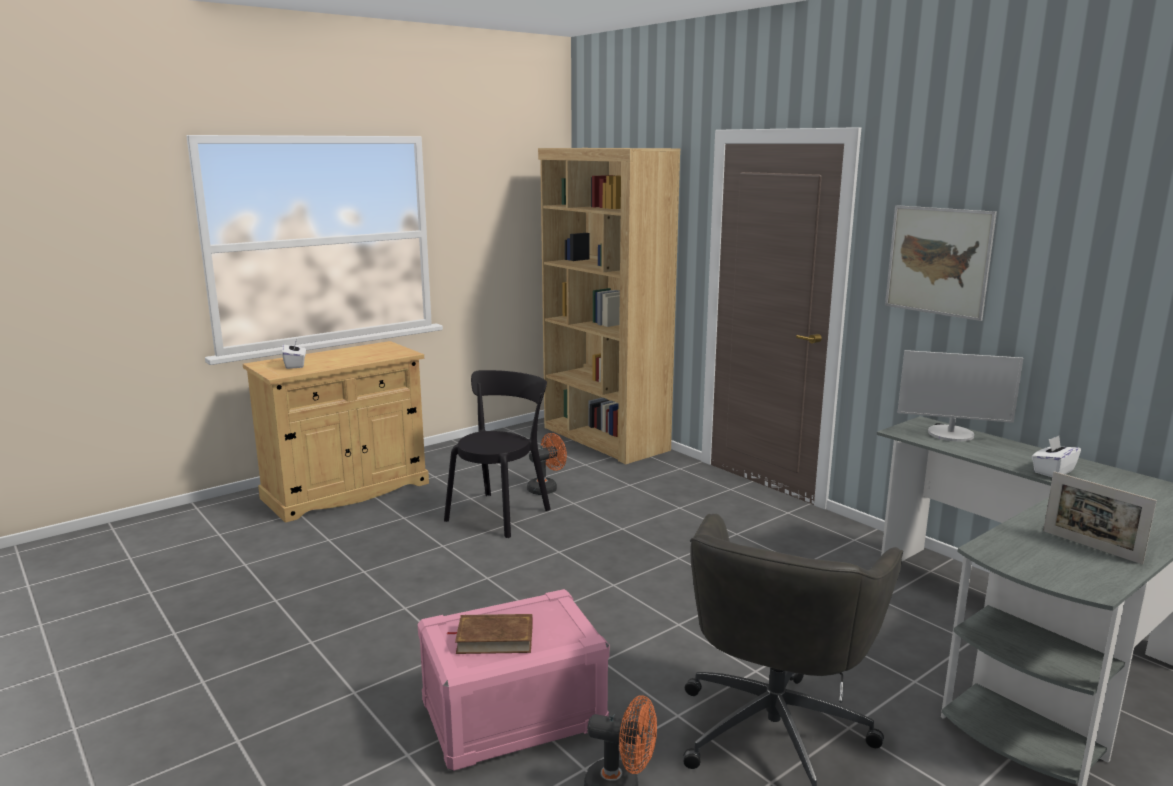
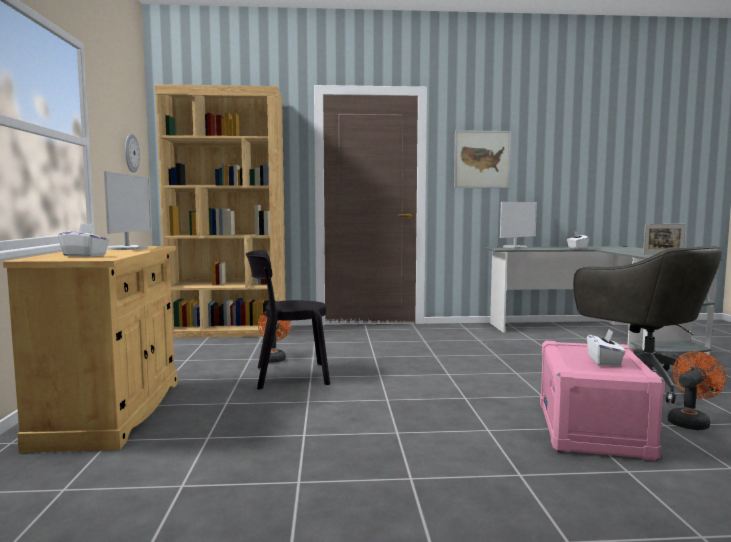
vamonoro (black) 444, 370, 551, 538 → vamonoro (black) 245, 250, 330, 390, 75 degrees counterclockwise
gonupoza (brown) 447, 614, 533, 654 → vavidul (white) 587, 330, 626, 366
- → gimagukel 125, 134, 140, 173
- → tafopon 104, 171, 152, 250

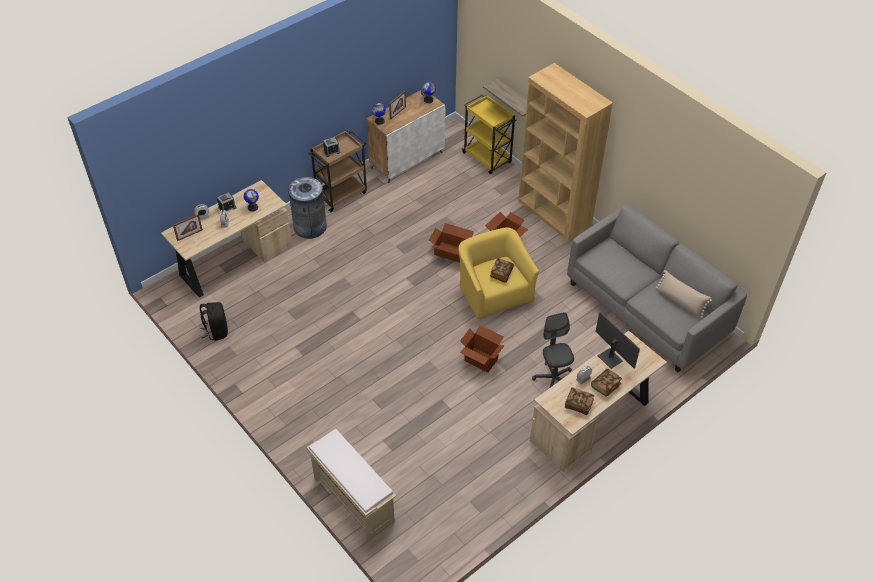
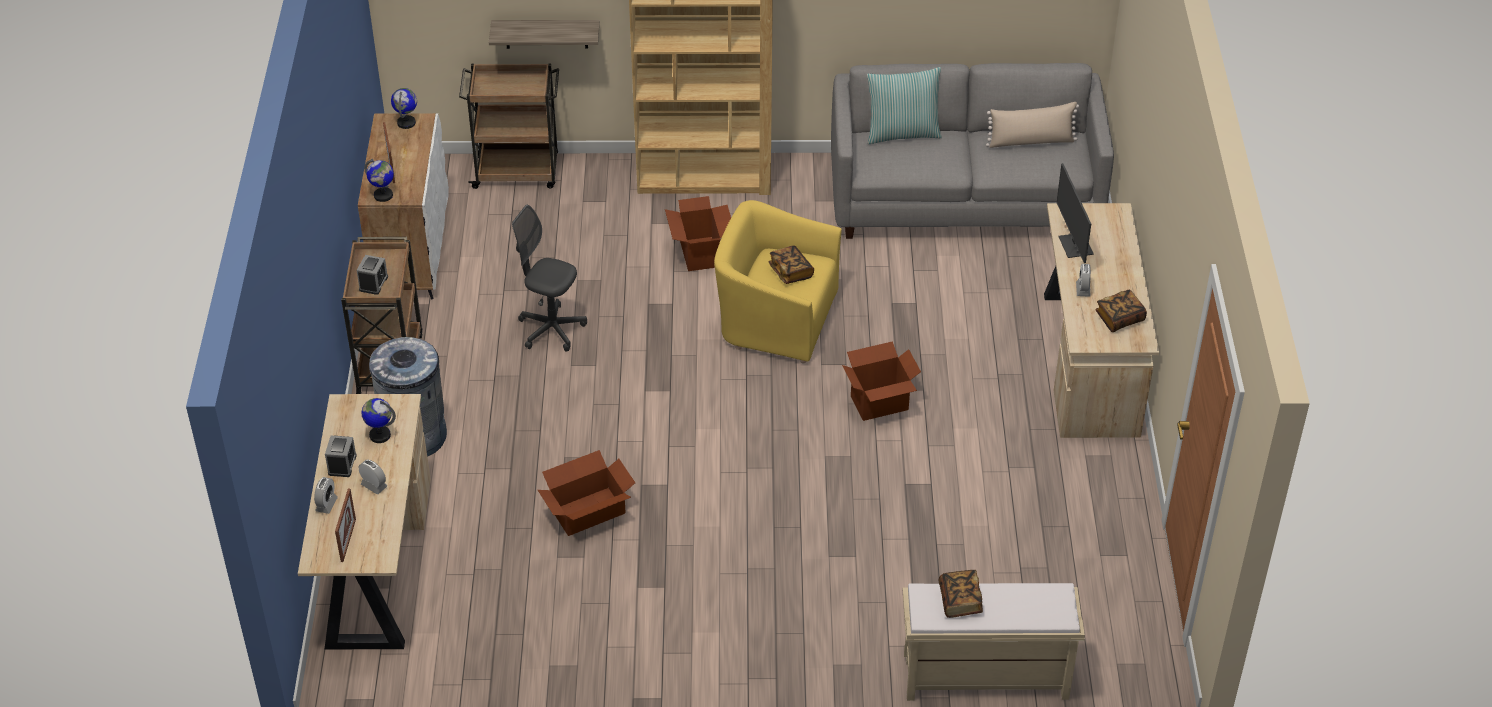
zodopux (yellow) 462, 94, 517, 174 → zodopux (brown) 459, 64, 559, 189
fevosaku 429, 223, 474, 263 → fevosaku 538, 450, 635, 536, moved
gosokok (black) 200, 302, 228, 341 → -
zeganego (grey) 532, 312, 574, 388 → zeganego (grey) 512, 205, 587, 352, moved
tafopon 595, 312, 640, 369 → tafopon 1056, 163, 1094, 263, 105 degrees counterclockwise
gonupoza 591, 369, 622, 397 → gonupoza 939, 570, 983, 618, moved
- → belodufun 867, 67, 942, 144

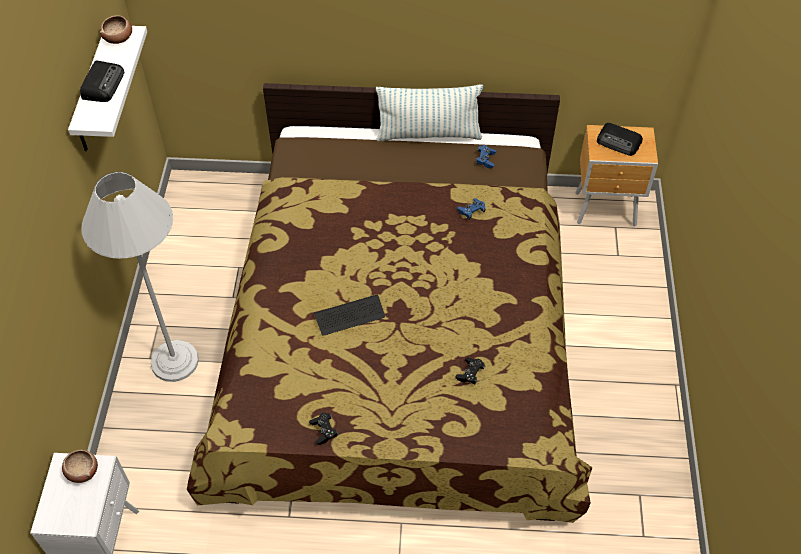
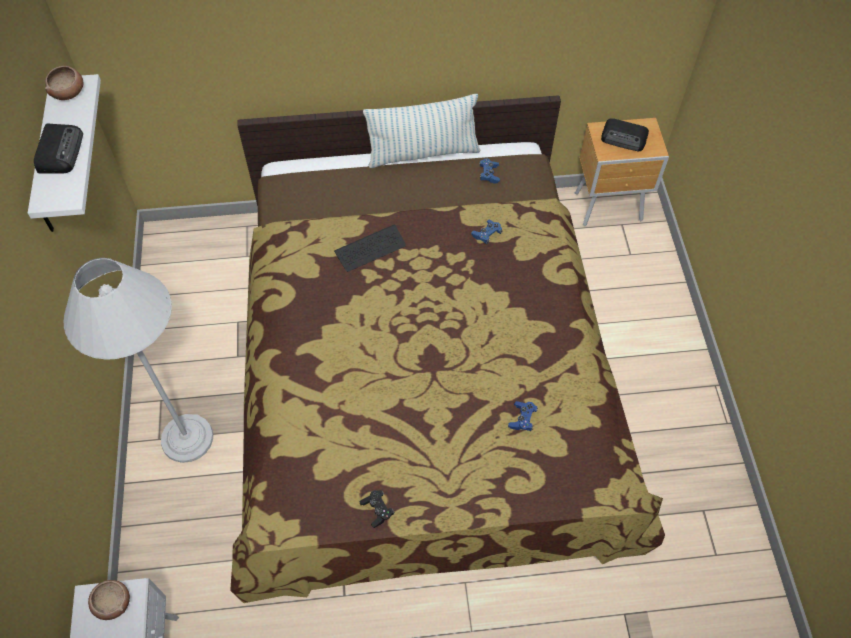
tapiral 314, 295, 385, 336 → tapiral 334, 225, 406, 272, moved
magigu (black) 455, 357, 486, 385 → magigu (blue) 508, 401, 538, 431

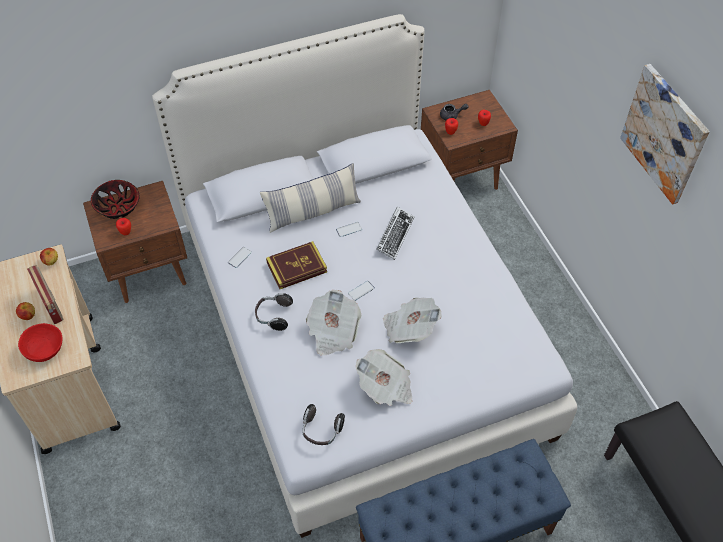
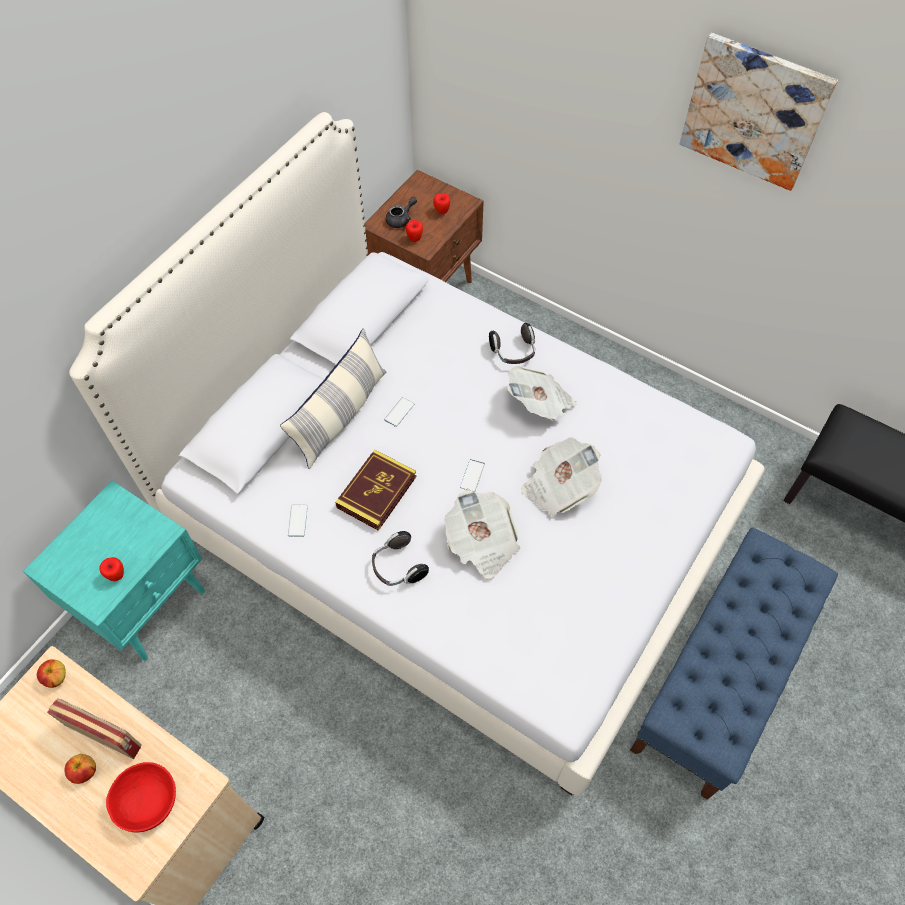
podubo 91, 180, 140, 219 → -
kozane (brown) 83, 181, 187, 303 → kozane (turquoise) 23, 481, 205, 661
tapiral 377, 207, 414, 260 → -
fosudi 356, 349, 412, 406 → fosudi 506, 366, 577, 420, moved
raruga 302, 404, 345, 445 → raruga 489, 323, 535, 364, moved

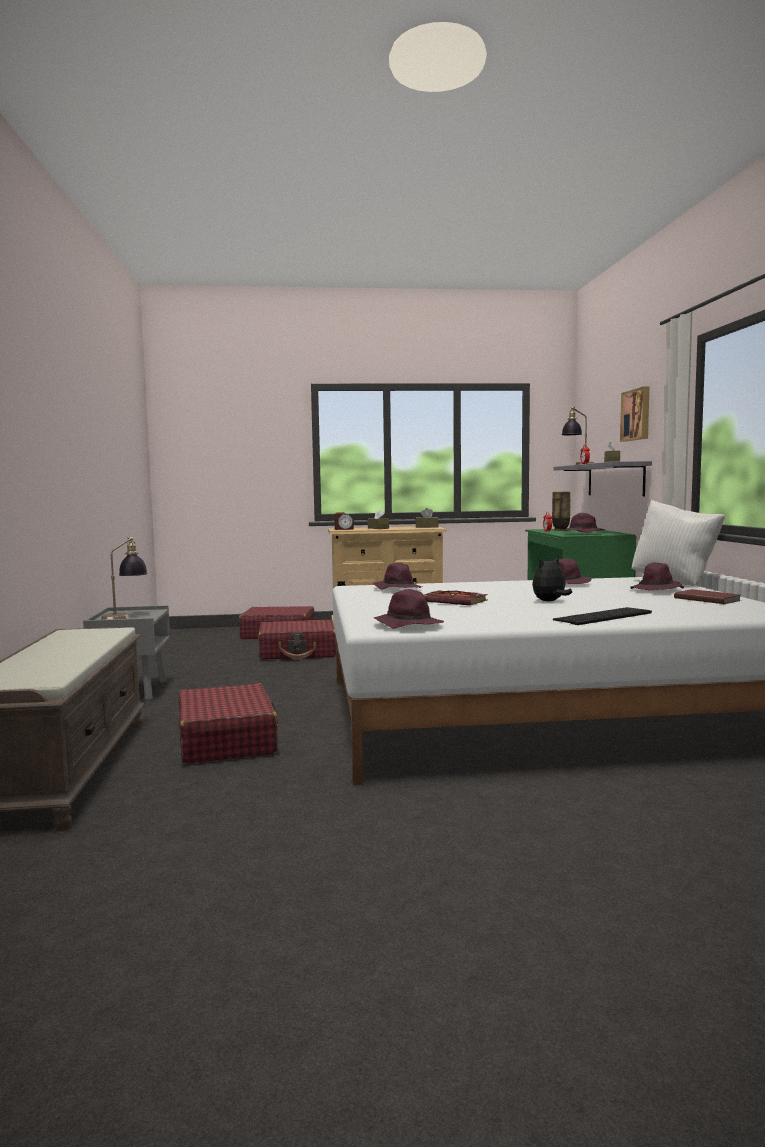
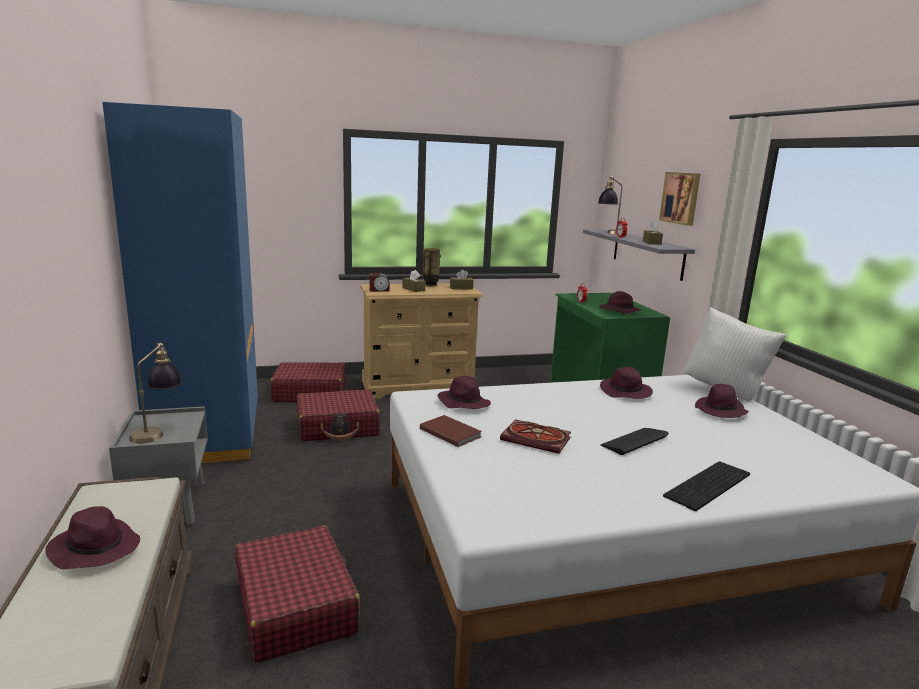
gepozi 552, 491, 571, 531 → gepozi 423, 248, 441, 286, moved
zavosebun 532, 557, 572, 602 → tapiral 600, 428, 669, 455
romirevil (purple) 374, 589, 444, 628 → romirevil (purple) 45, 506, 140, 569, moved
gonupoza (brown) 674, 589, 741, 604 → gonupoza (brown) 420, 415, 482, 447, moved
- → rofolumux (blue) 102, 102, 258, 463

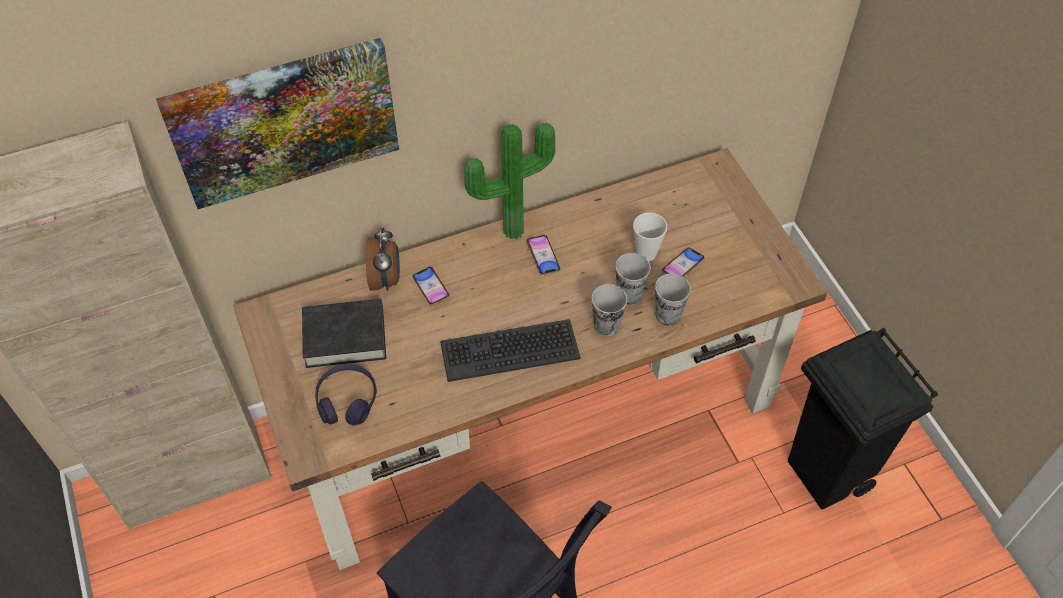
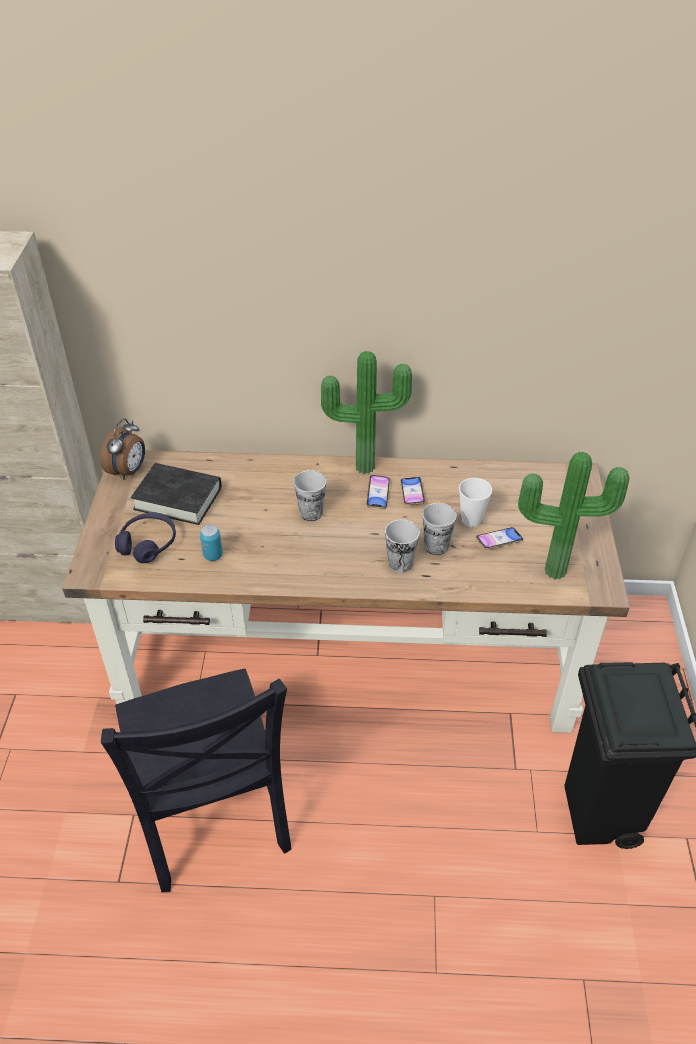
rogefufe 156, 38, 399, 209 → -
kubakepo 366, 227, 400, 291 → kubakepo 100, 419, 145, 480, moved
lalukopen 412, 267, 450, 306 → lalukopen 400, 477, 425, 505, moved
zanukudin 655, 274, 691, 326 → zanukudin 294, 470, 326, 521, moved
tapiral 440, 319, 581, 382 → -
- → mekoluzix 518, 452, 630, 579
- → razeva 200, 525, 223, 561

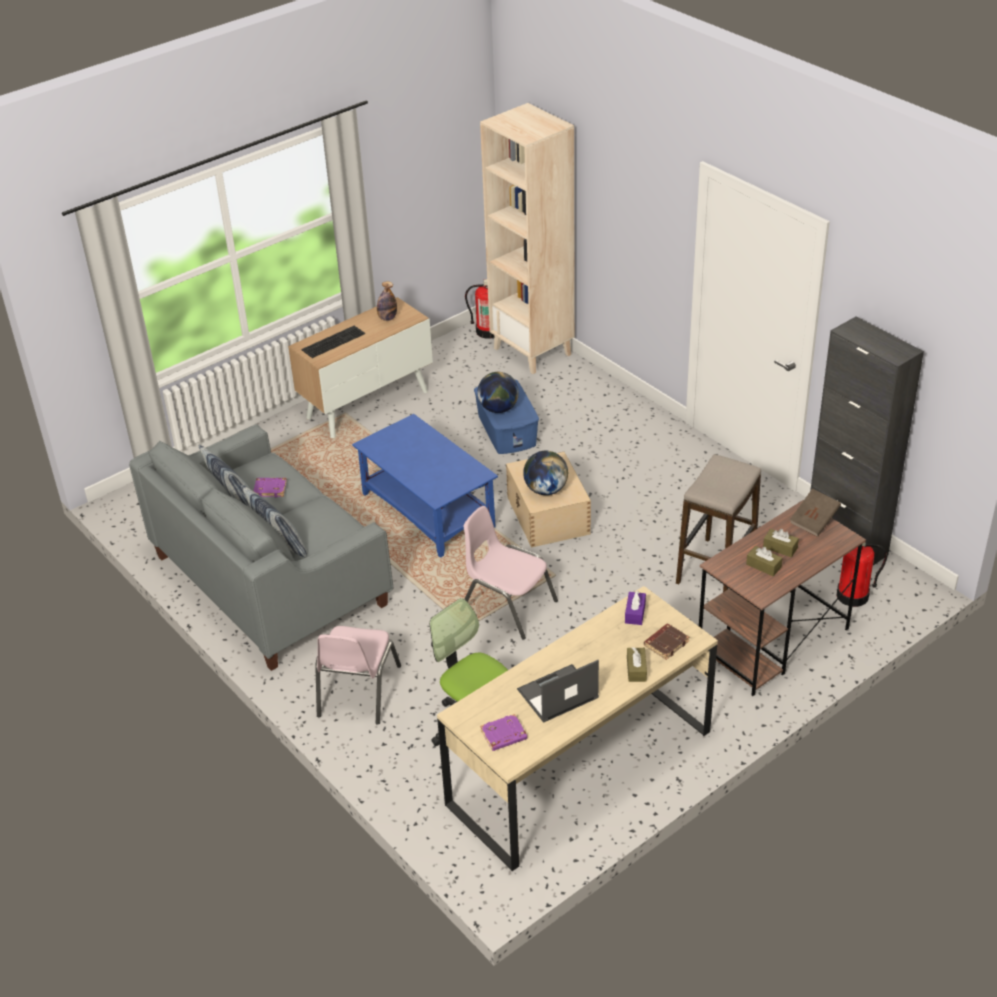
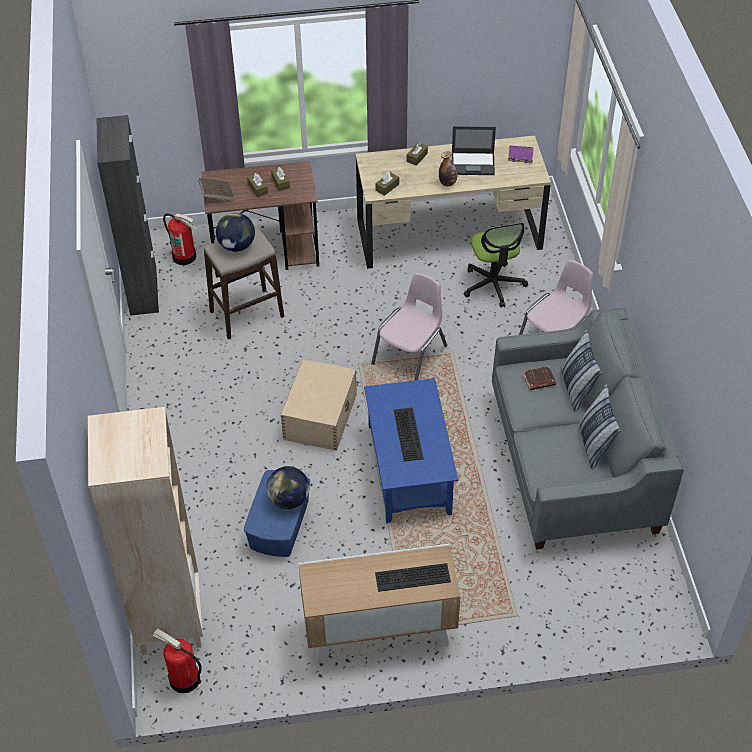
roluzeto 377, 281, 397, 321 → roluzeto 439, 151, 457, 186, moved
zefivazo 523, 451, 568, 495 → zefivazo 216, 213, 255, 252, moved
gonupoza (purple) 254, 478, 287, 497 → -
vamonoro (pink) 464, 506, 558, 640 → vamonoro (pink) 371, 273, 447, 381, 120 degrees counterclockwise
vavidul (purple) 625, 591, 646, 625 → vavidul (brown) 375, 172, 399, 196
gonupoza (brown) 644, 624, 689, 660 → gonupoza (brown) 523, 366, 556, 390, moved
- → tapiral 394, 407, 424, 461

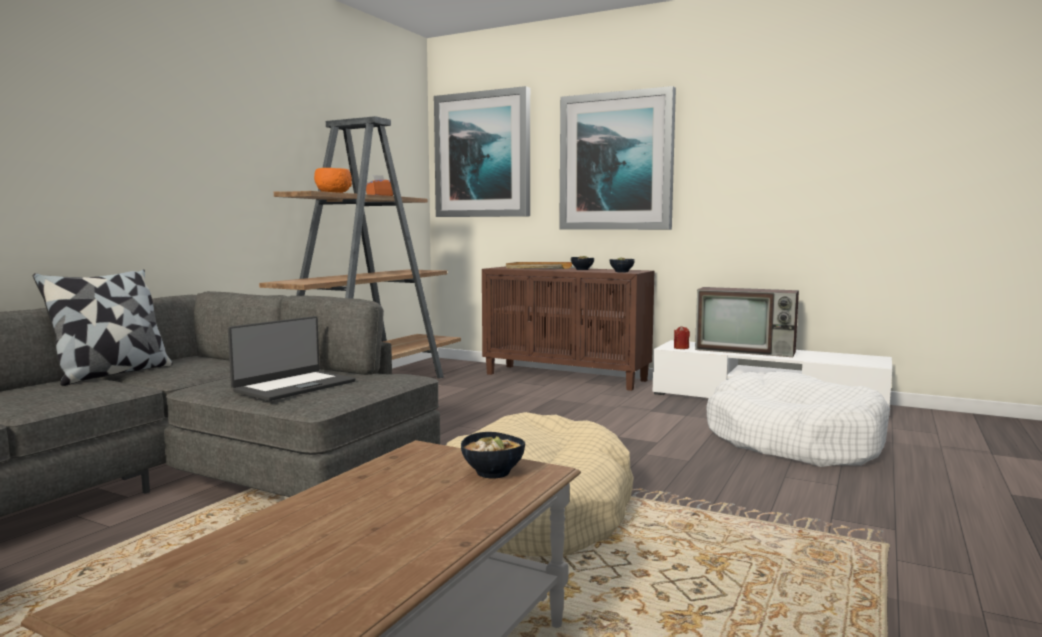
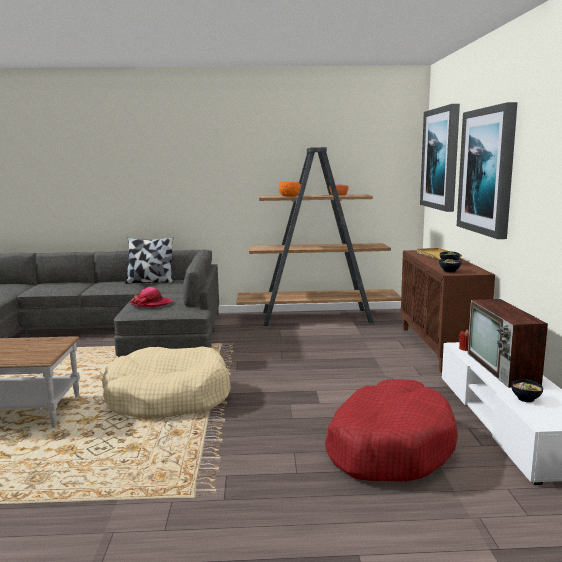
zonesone 228, 316, 355, 401 → romirevil 130, 287, 173, 307
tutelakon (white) 707, 371, 890, 467 → tutelakon (red) 325, 379, 458, 482
podubo 461, 432, 525, 478 → podubo 511, 379, 543, 402, moved

